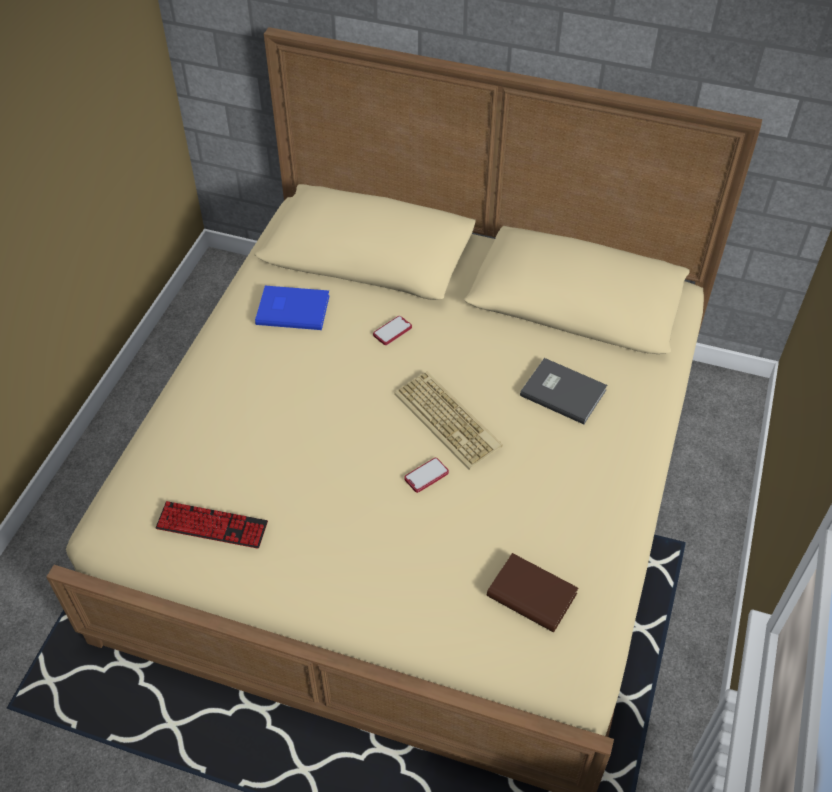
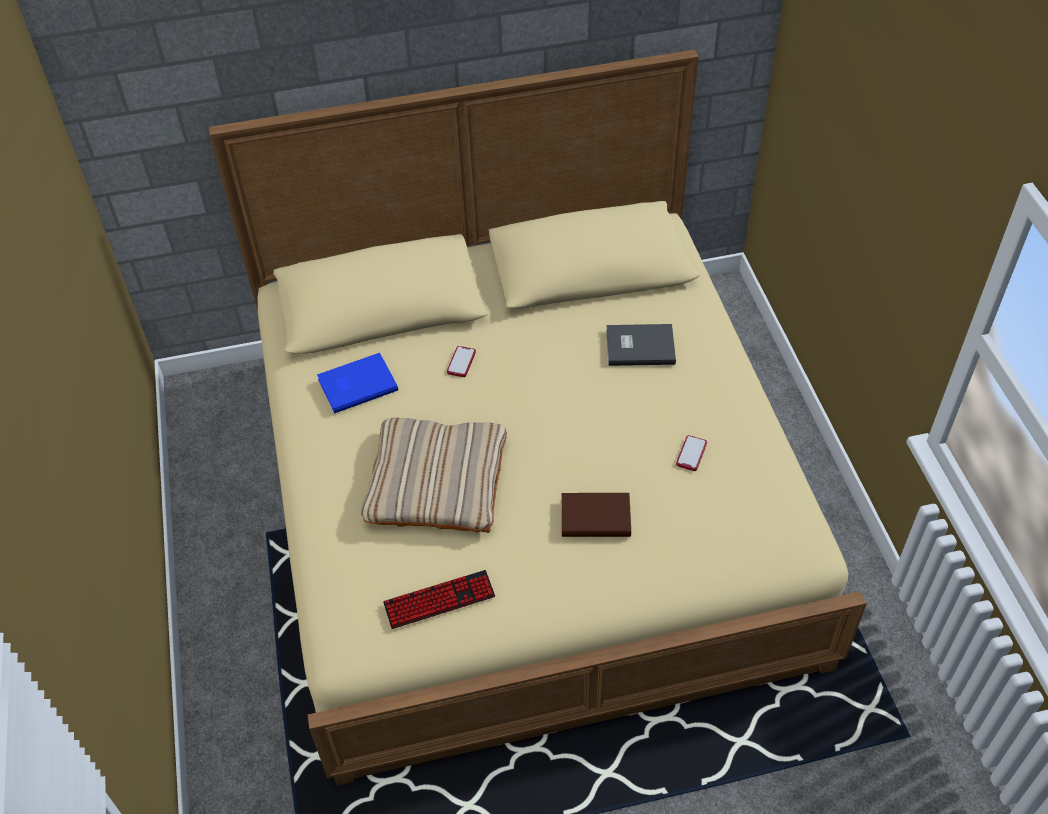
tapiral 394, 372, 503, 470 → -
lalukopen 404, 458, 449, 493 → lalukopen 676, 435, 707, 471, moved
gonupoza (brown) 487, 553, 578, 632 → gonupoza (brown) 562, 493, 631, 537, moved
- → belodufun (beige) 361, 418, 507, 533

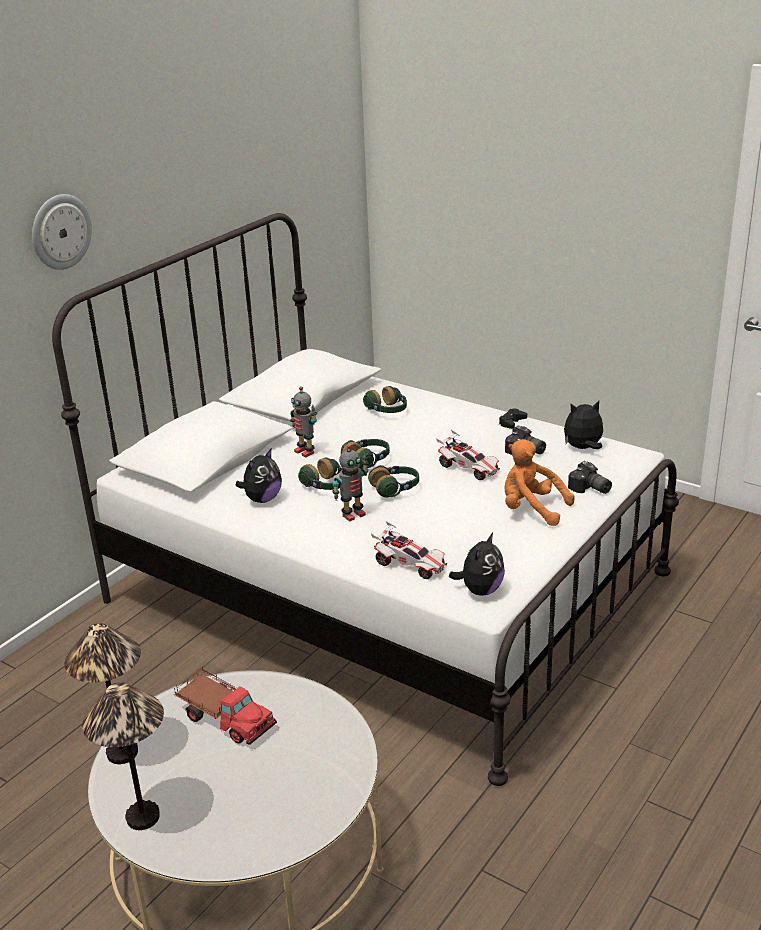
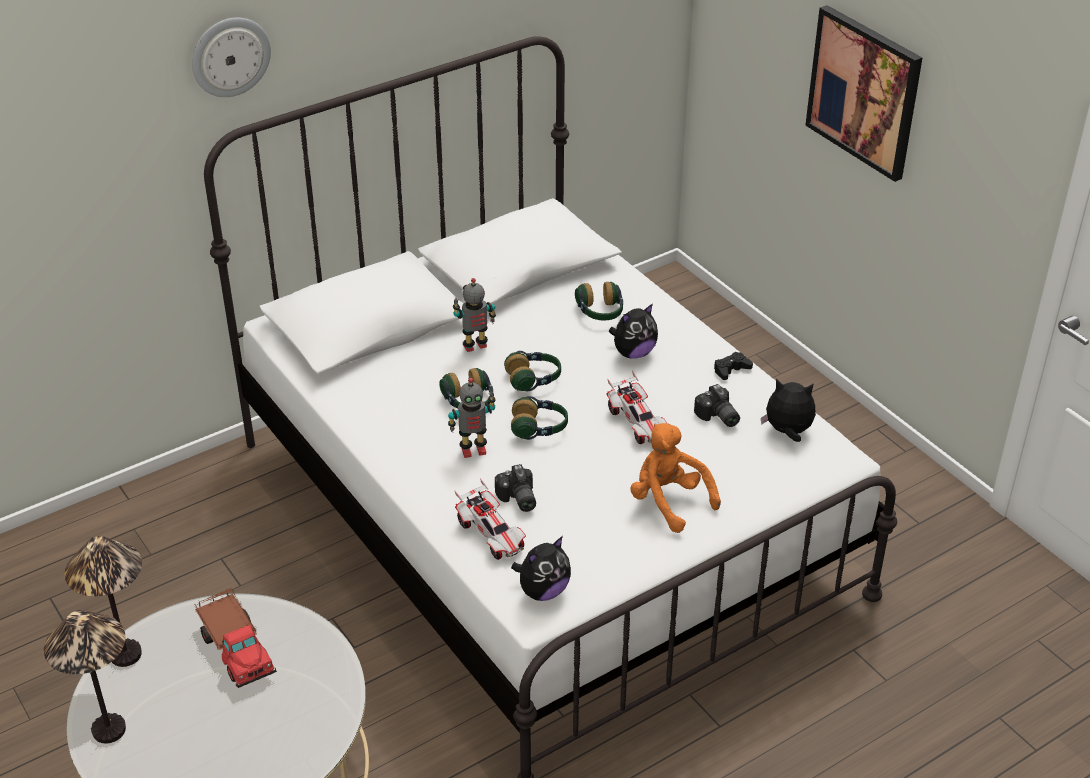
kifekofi 290, 386, 317, 457 → kifekofi 453, 278, 496, 352, 90 degrees clockwise
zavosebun 235, 449, 282, 503 → zavosebun 609, 303, 658, 359, moved
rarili 568, 461, 612, 494 → rarili 495, 464, 536, 512, moved
- → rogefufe 805, 5, 922, 182

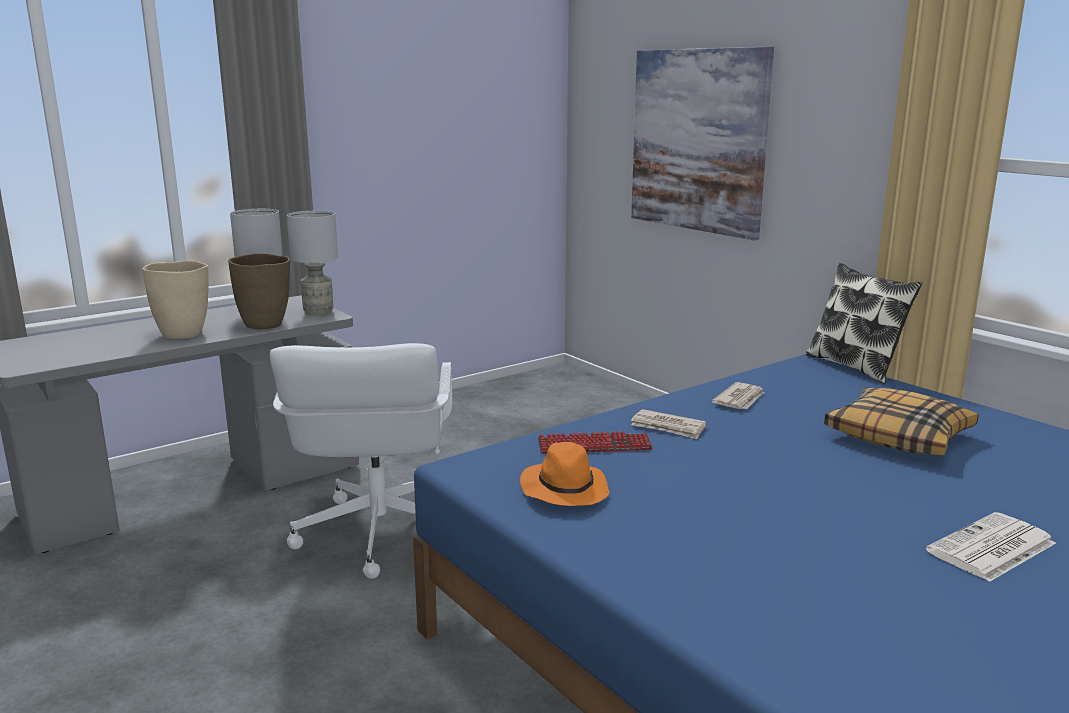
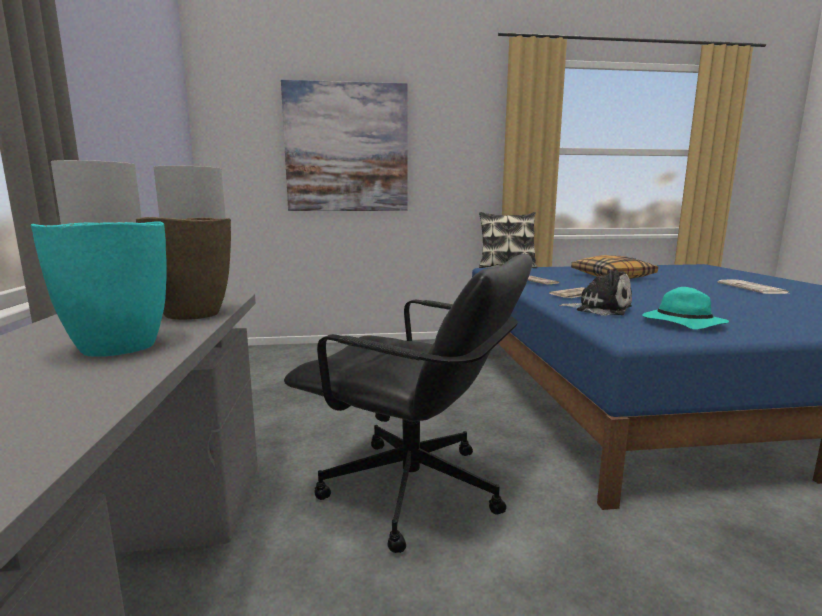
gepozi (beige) 142, 261, 209, 339 → gepozi (turquoise) 31, 221, 167, 357
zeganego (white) 270, 343, 452, 579 → zeganego (black) 284, 254, 532, 553
tapiral 538, 431, 653, 454 → zavosebun 559, 270, 632, 316
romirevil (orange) 520, 442, 609, 506 → romirevil (turquoise) 642, 287, 729, 329

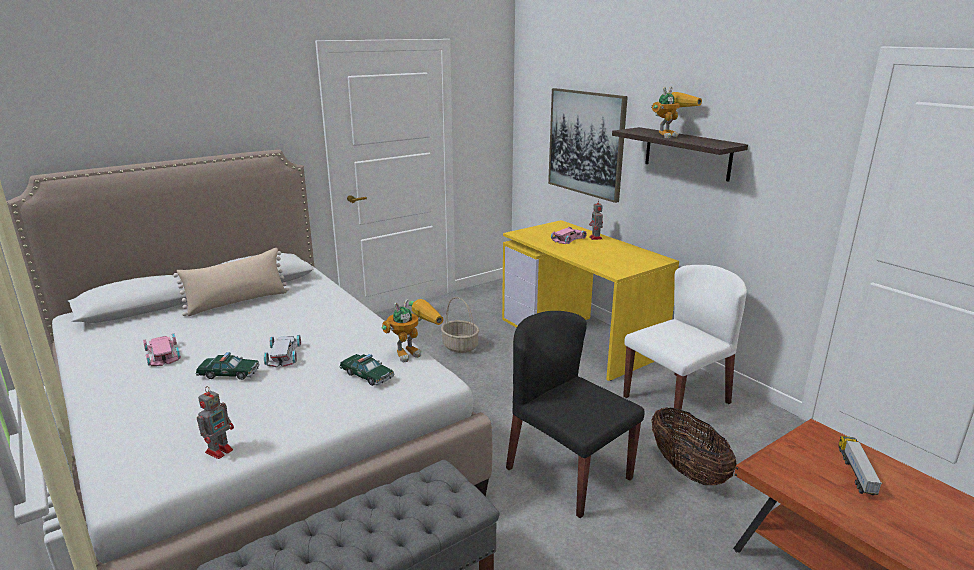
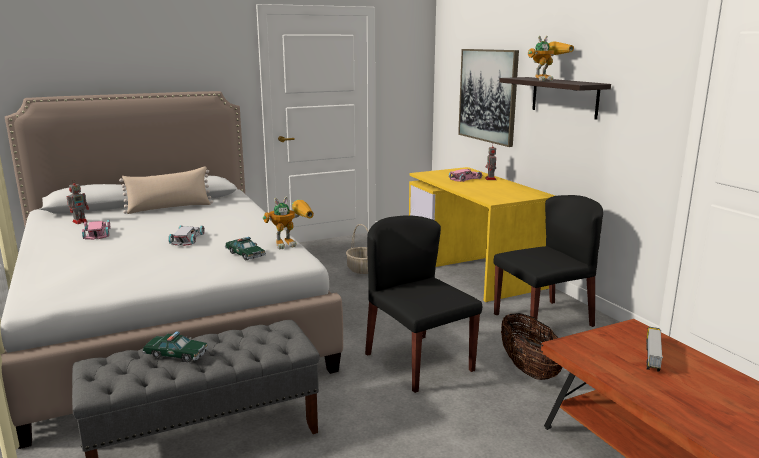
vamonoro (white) 623, 265, 747, 428 → vamonoro (black) 494, 195, 603, 339
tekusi 195, 352, 259, 380 → tekusi 142, 331, 208, 362, moved
kifekofi 197, 386, 234, 459 → kifekofi 67, 179, 89, 224, moved

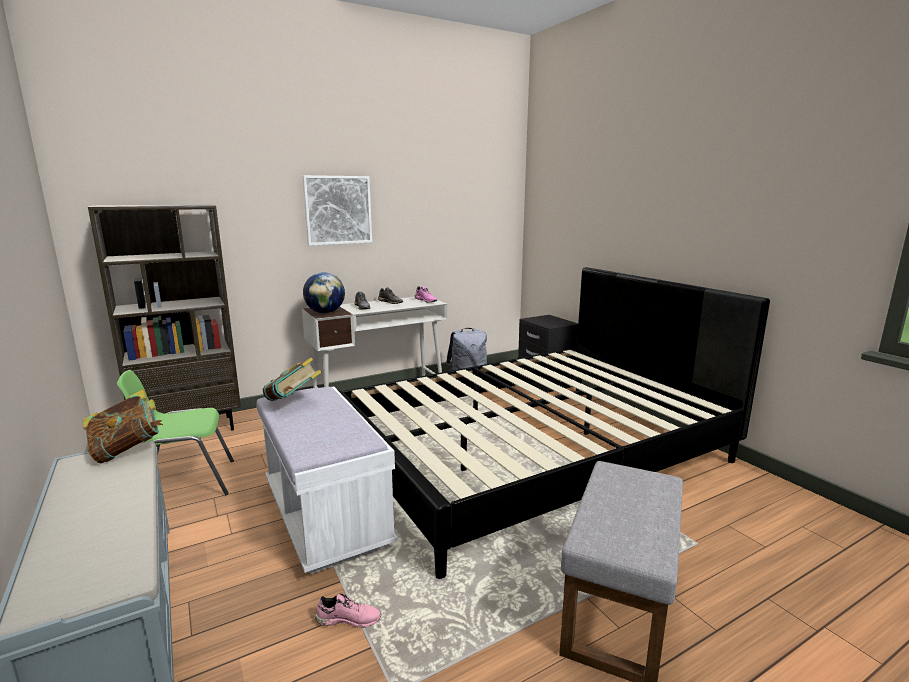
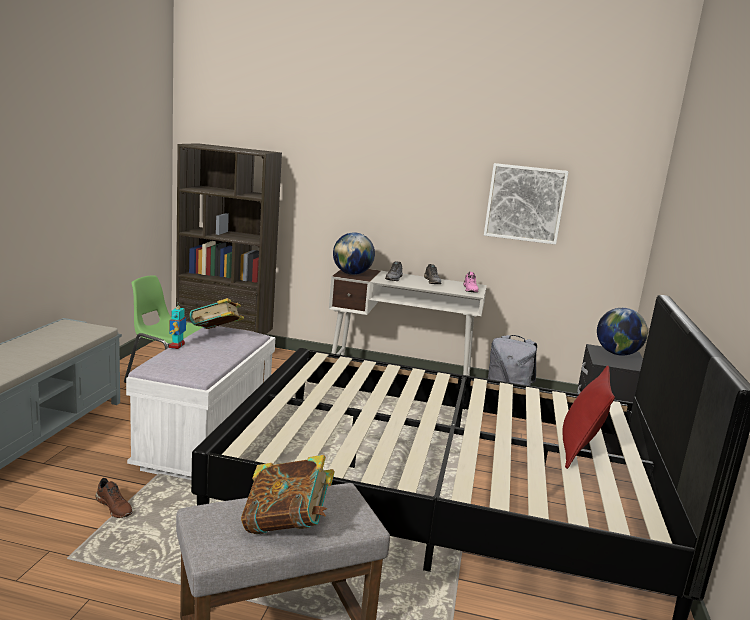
rogefufe 302, 175, 372, 246 → rogefufe 484, 163, 569, 245, moved
gonupoza 82, 389, 163, 463 → gonupoza 241, 455, 334, 534, moved
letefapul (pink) 315, 593, 381, 628 → letefapul (brown) 96, 478, 133, 518
- → kifekofi 169, 306, 187, 349
- → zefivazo 597, 308, 648, 356
- → belodufun (red) 562, 365, 615, 469

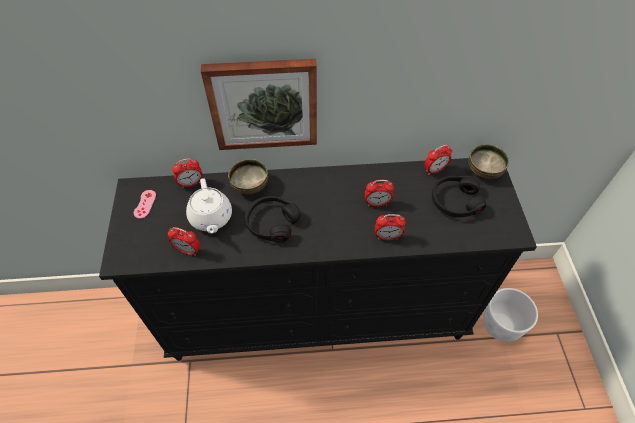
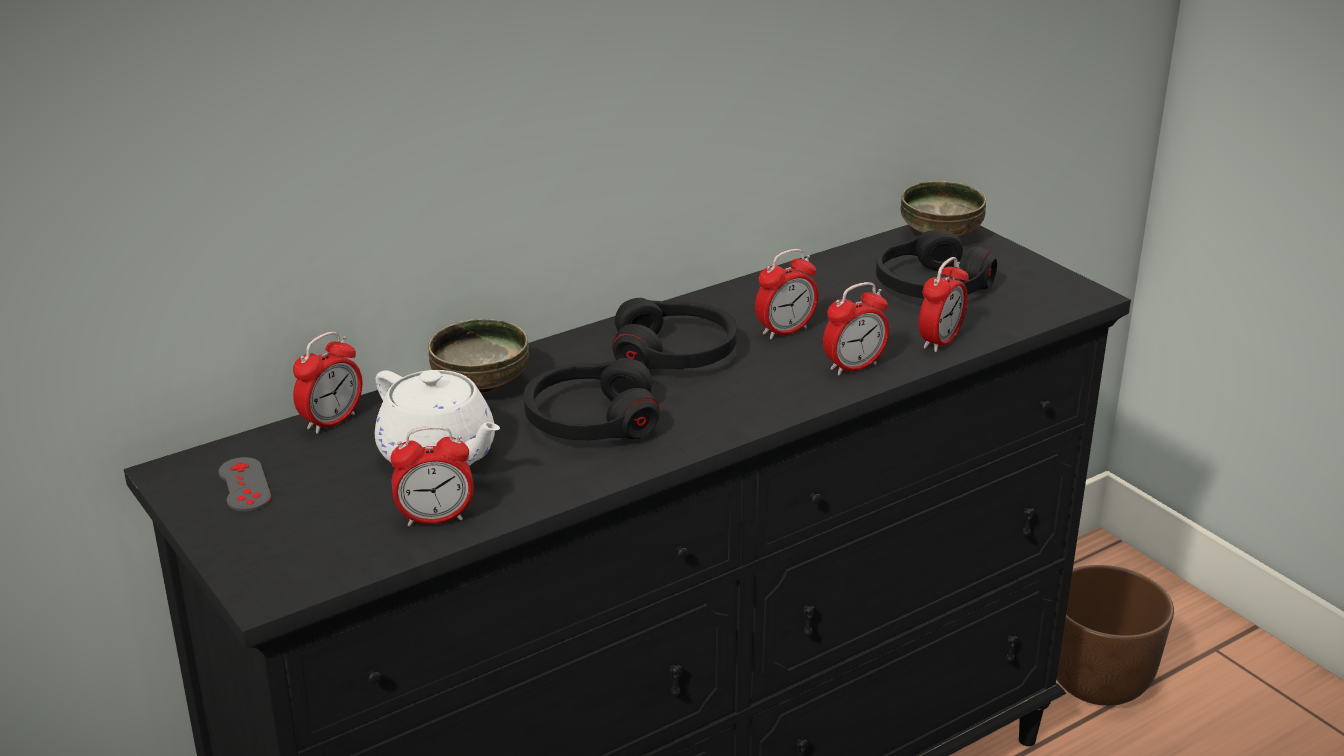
rogefufe 201, 59, 317, 150 → -
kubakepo 424, 145, 452, 175 → kubakepo 919, 257, 968, 352, moved
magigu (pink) 134, 190, 156, 219 → magigu (grey) 219, 457, 271, 512
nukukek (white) 483, 288, 538, 342 → nukukek (brown) 1057, 565, 1174, 706
- → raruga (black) 612, 298, 737, 369

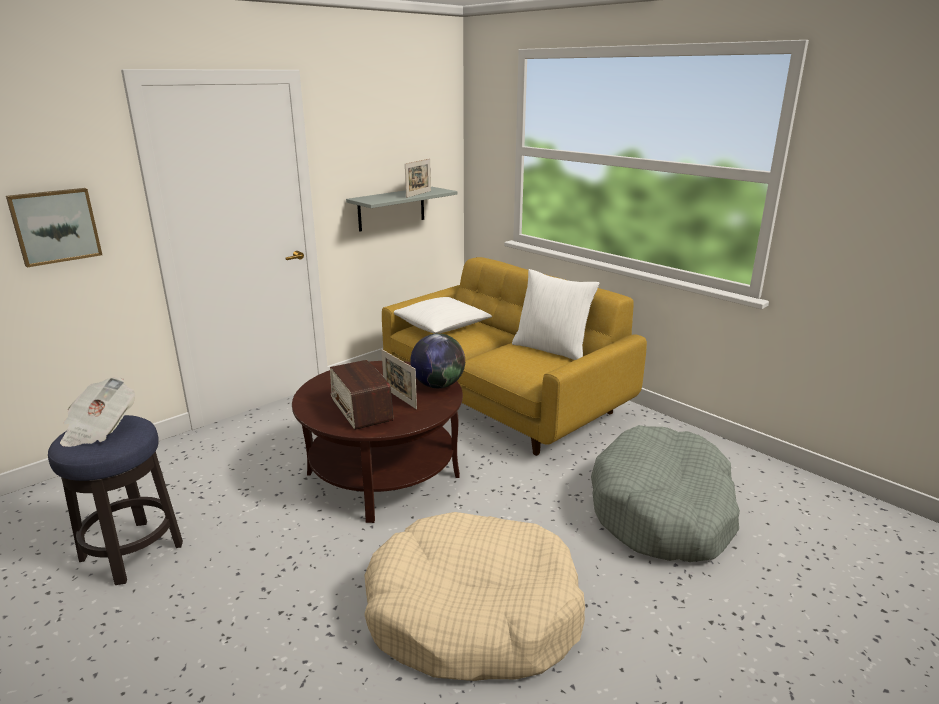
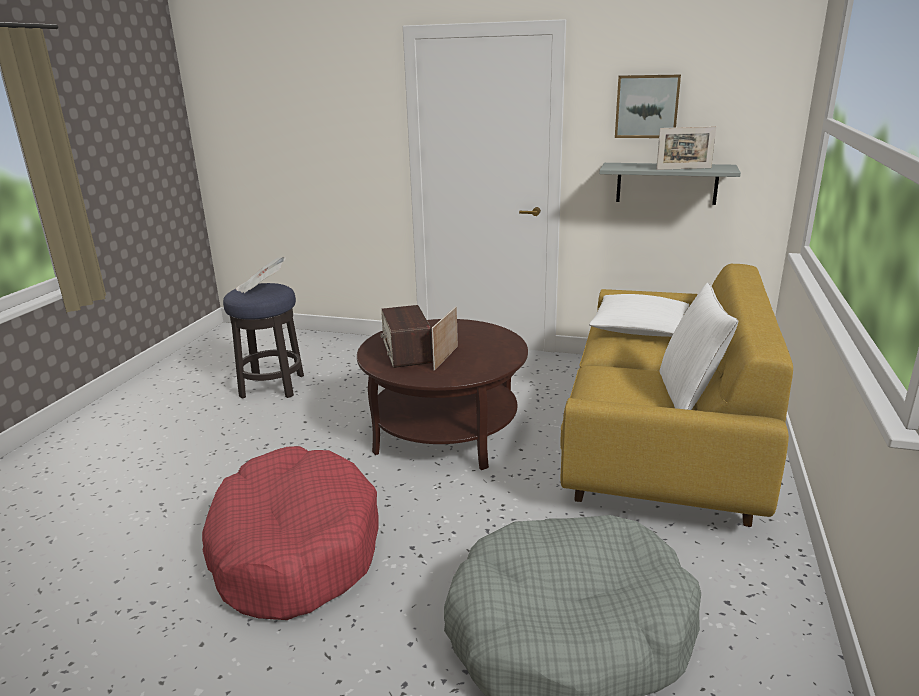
rogefufe 6, 188, 102, 267 → rogefufe 615, 75, 681, 138, moved
zefivazo 410, 333, 465, 388 → -
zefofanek 330, 360, 394, 430 → zefofanek 381, 305, 433, 368, 45 degrees counterclockwise
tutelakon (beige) 364, 512, 585, 681 → tutelakon (red) 202, 446, 379, 620

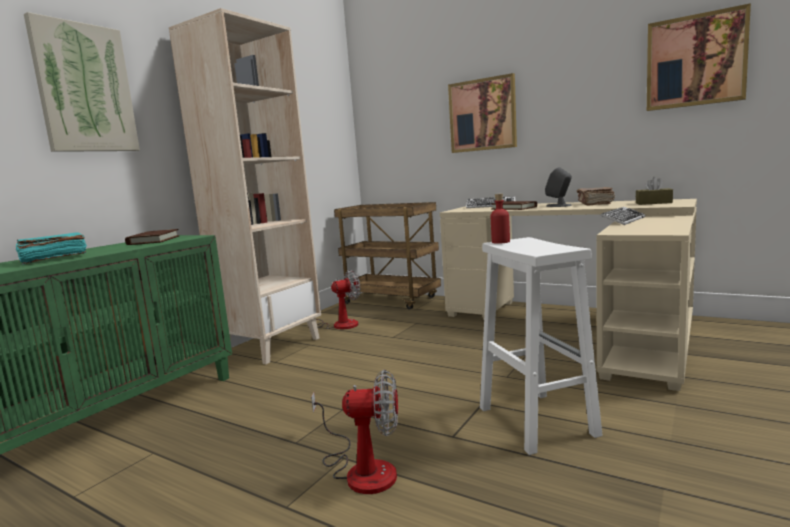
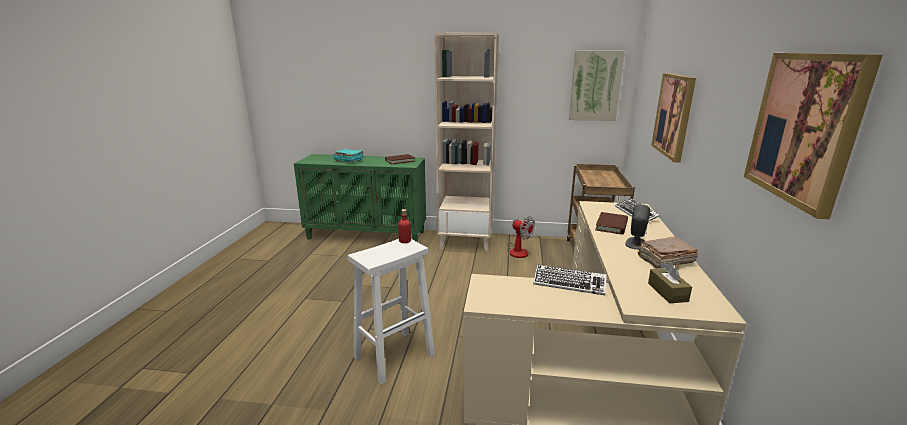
rogefufe 24, 12, 140, 152 → rogefufe 569, 51, 625, 121, moved
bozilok 311, 370, 398, 494 → -

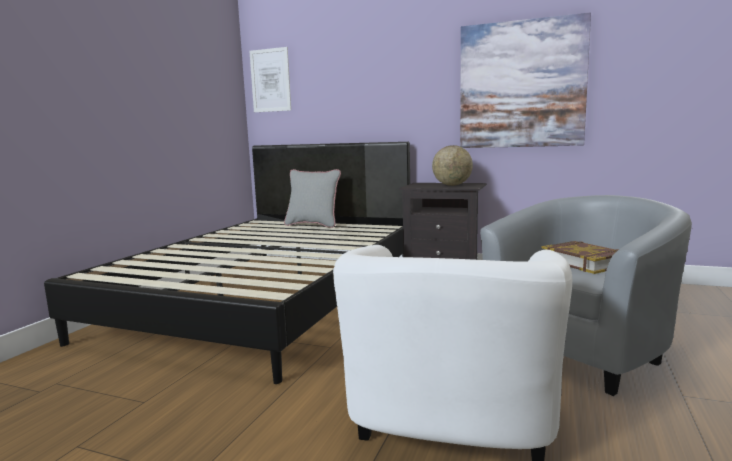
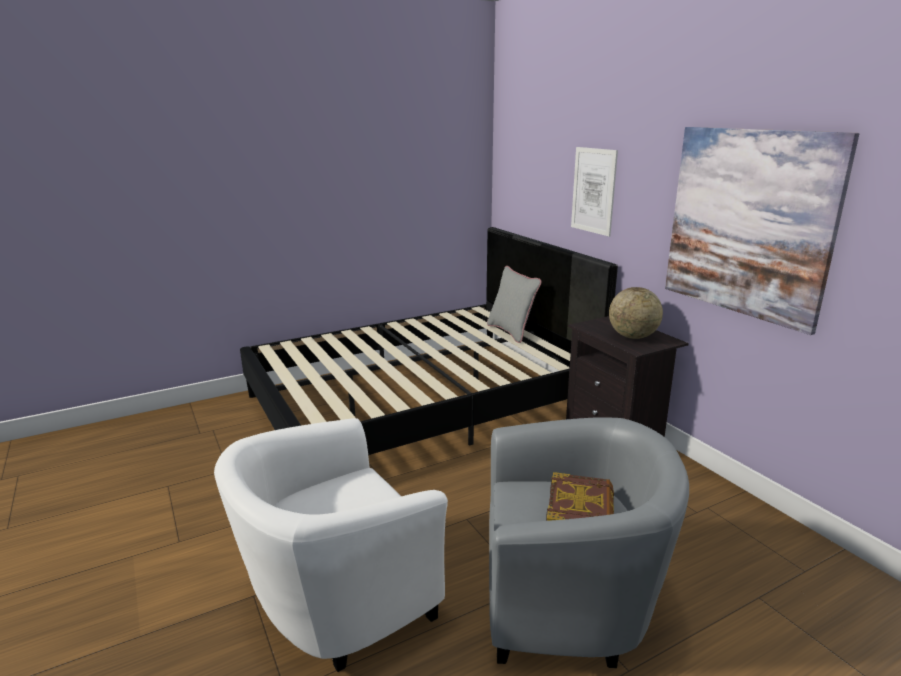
rogefufe 249, 47, 291, 112 → rogefufe 571, 147, 618, 236, moved

